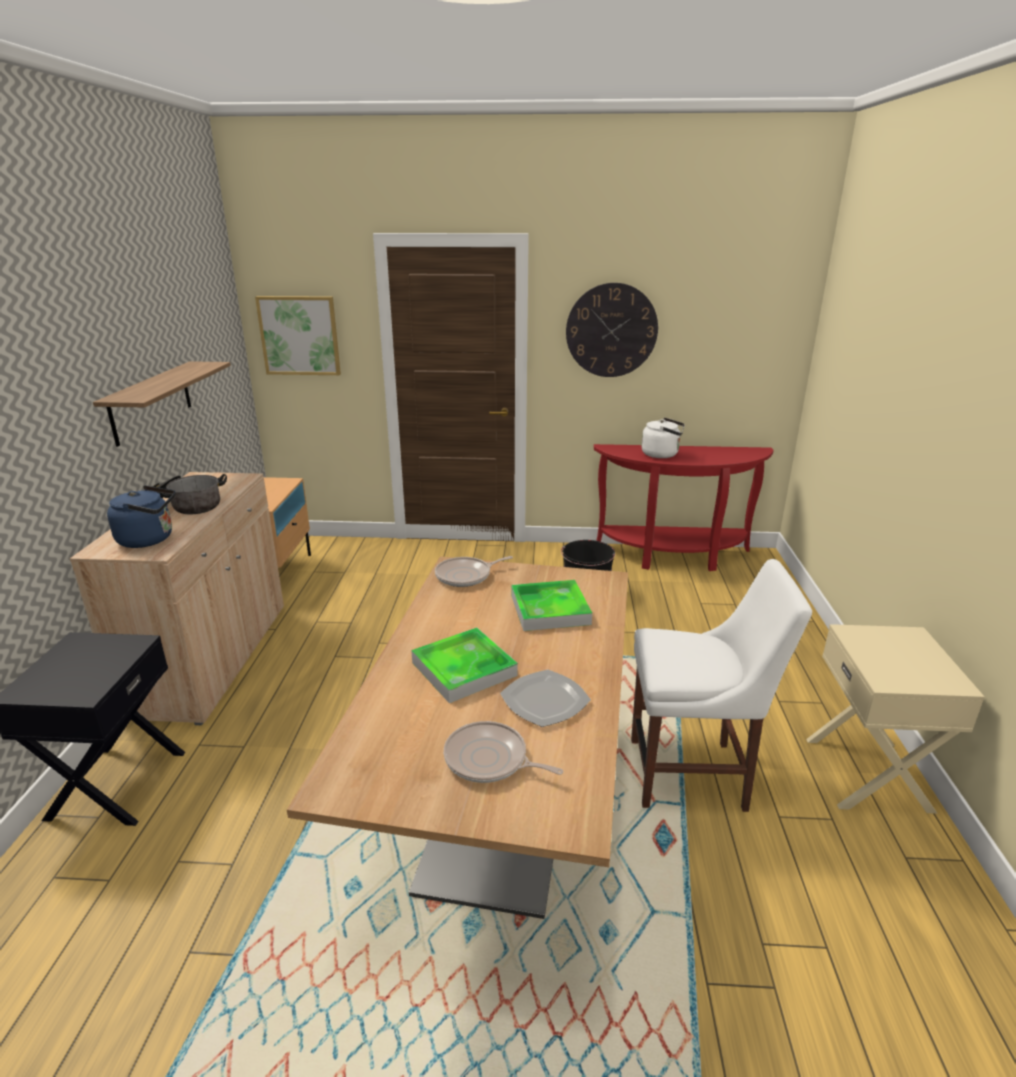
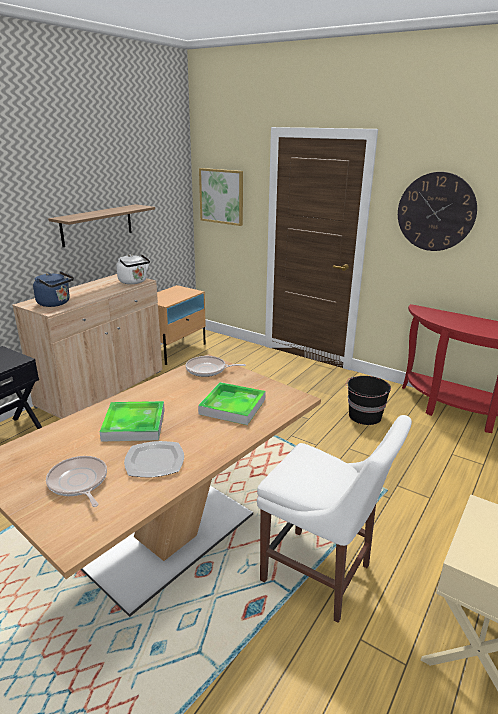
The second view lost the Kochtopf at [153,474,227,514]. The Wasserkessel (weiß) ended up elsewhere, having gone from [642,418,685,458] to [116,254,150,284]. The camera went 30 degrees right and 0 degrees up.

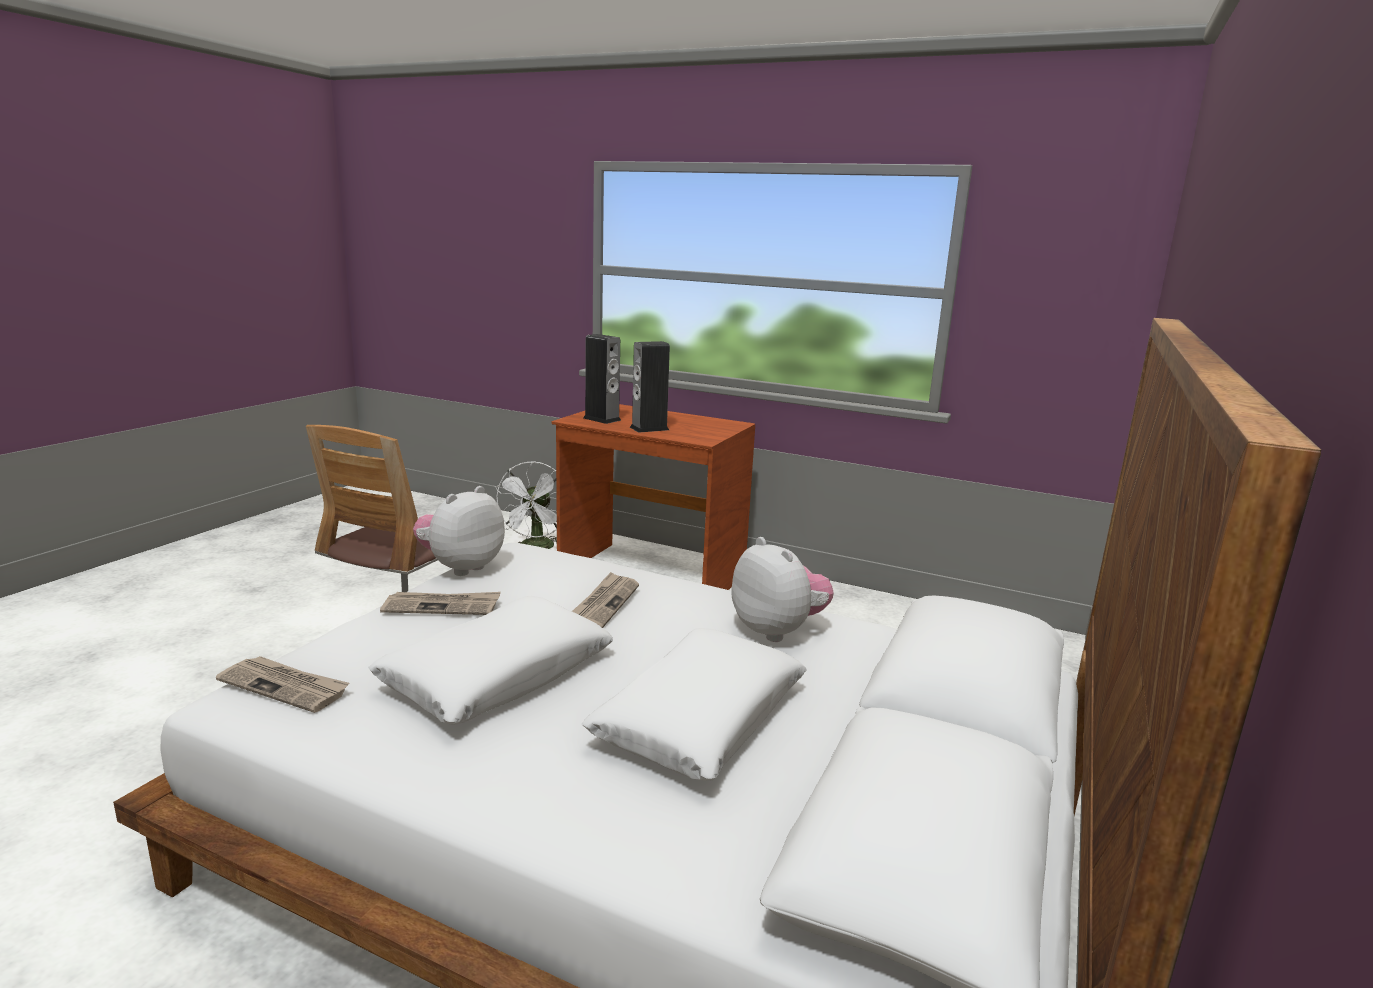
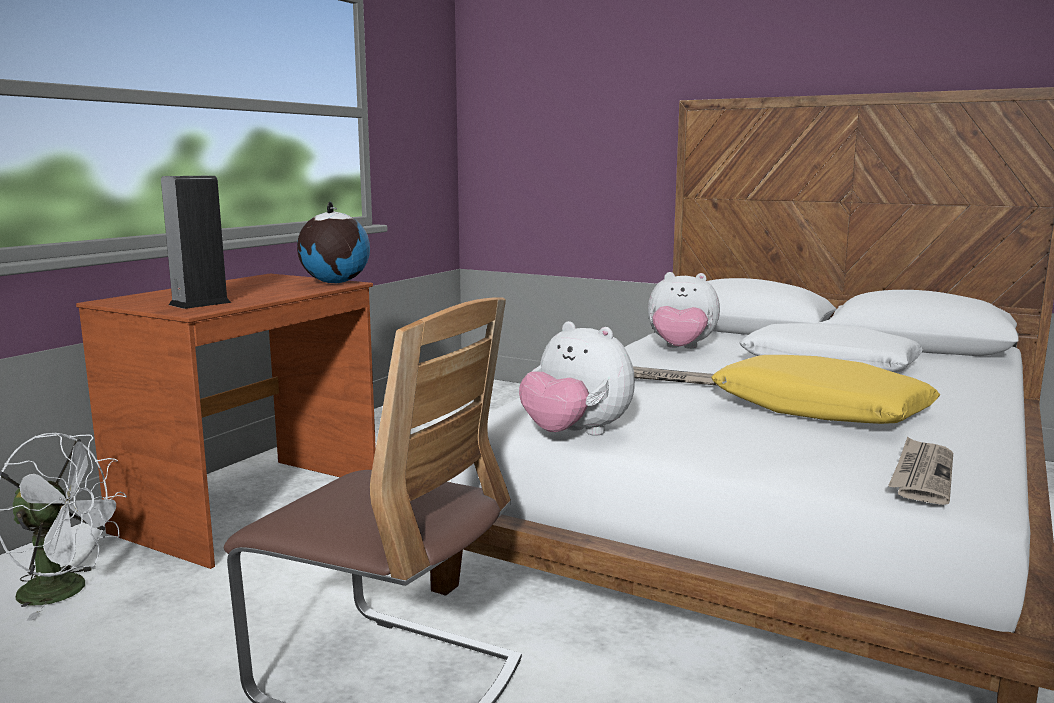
The second view lost the Zeitung at [380,592,501,615]. The second view lost the Lautsprecher at [630,341,670,433]. The second view gained the Globus at [297,202,370,283]. What was the Kissen (weiß) at [368,596,613,725] turned into the Kissen (gelb) at [711,355,940,424]. The Plüschtier at [731,537,834,642] ended up facing another way, 135 degrees counterclockwise from before. The camera went 85 degrees left and 5 degrees down.

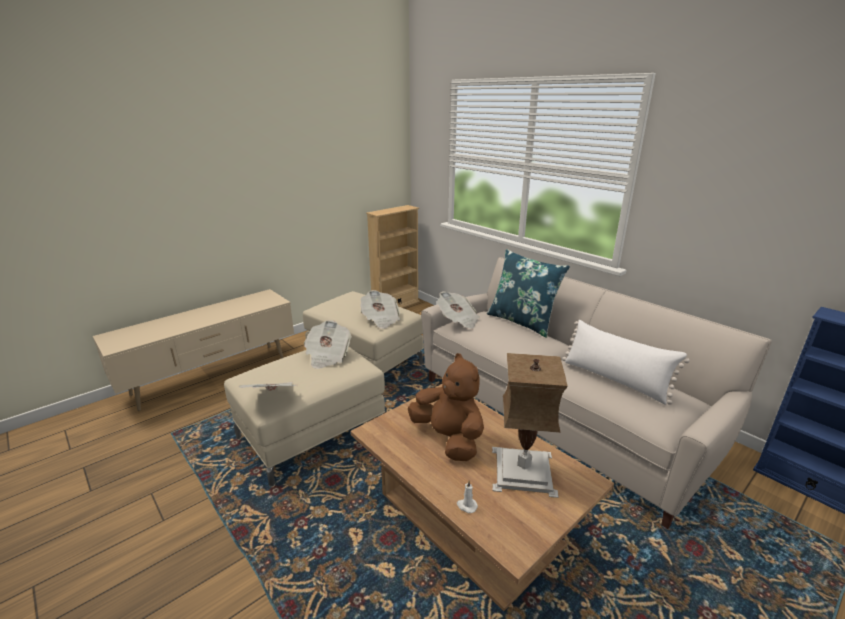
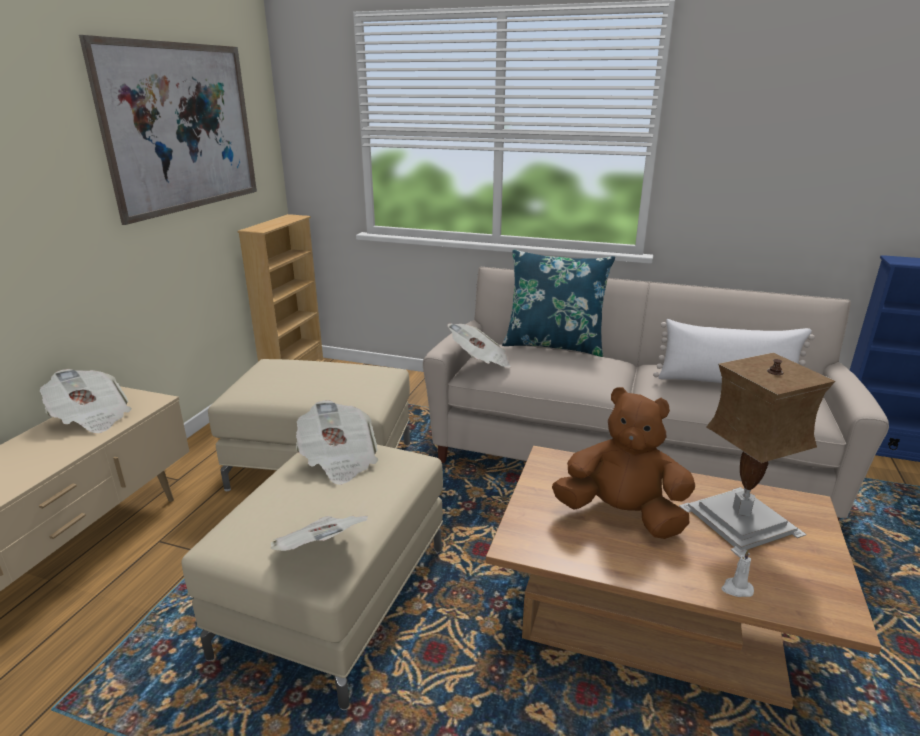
The second view gained the Bild at [79,35,257,225]. The Zeitung ended up elsewhere, having gone from [360,290,400,329] to [40,369,132,433]. The camera went 30 degrees left and 0 degrees up.

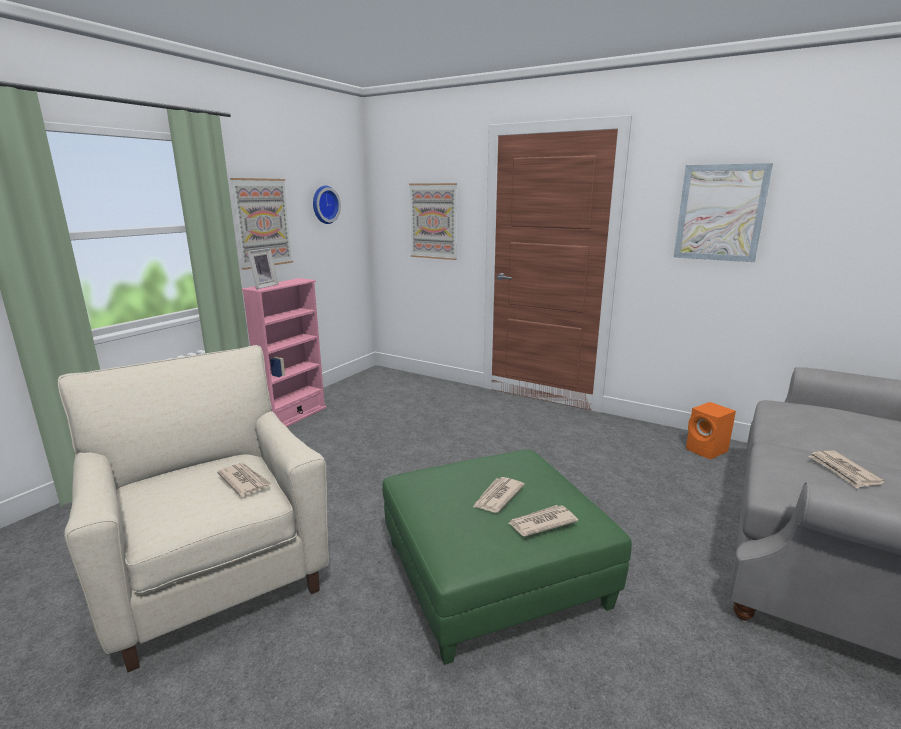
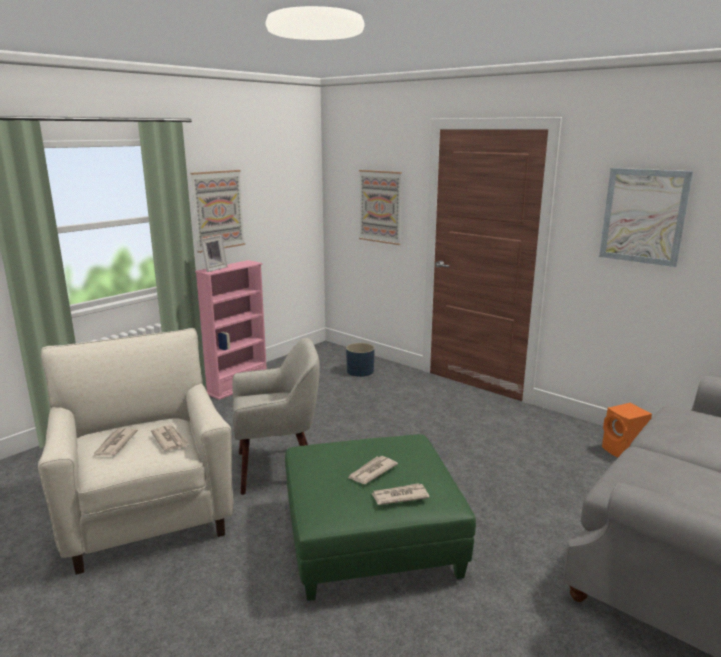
The second view lost the Wanduhr at [313,186,341,224]. The second view gained the Sessel (beige) at [232,338,320,495]. The second view gained the Pflanzkübel (blau) at [346,343,375,377]. The Zeitung ended up elsewhere, having gone from [809,451,885,488] to [93,428,138,457]. The camera went 10 degrees right and 0 degrees up.

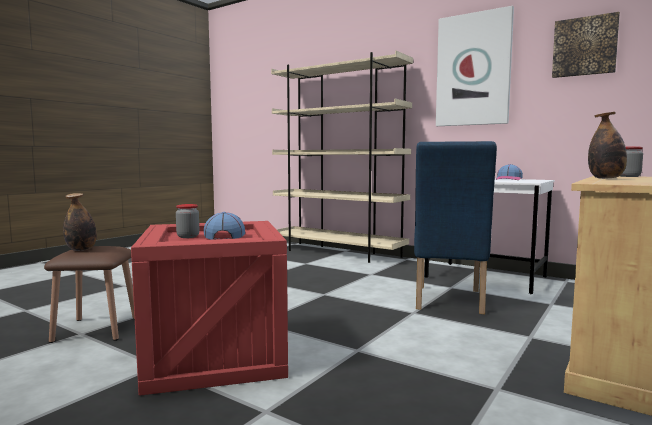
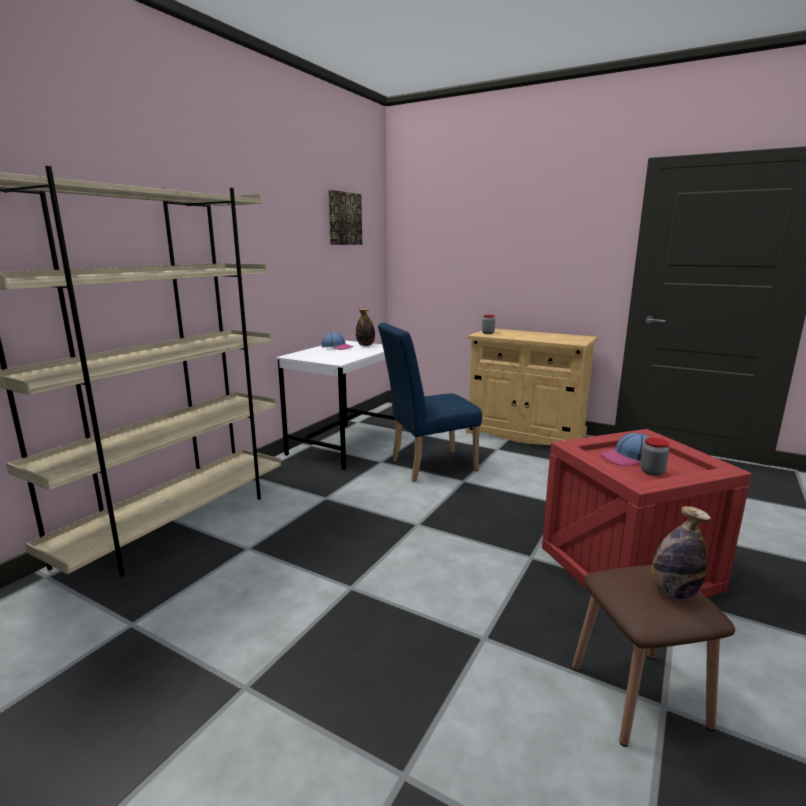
The second view lost the Bild at [436,6,514,126]. The Flasche ended up elsewhere, having gone from [588,112,627,179] to [356,307,375,346]. The Stuhl (blau) at [414,141,497,314] ended up facing another way, 150 degrees clockwise from before. The camera went 95 degrees left and 10 degrees up.

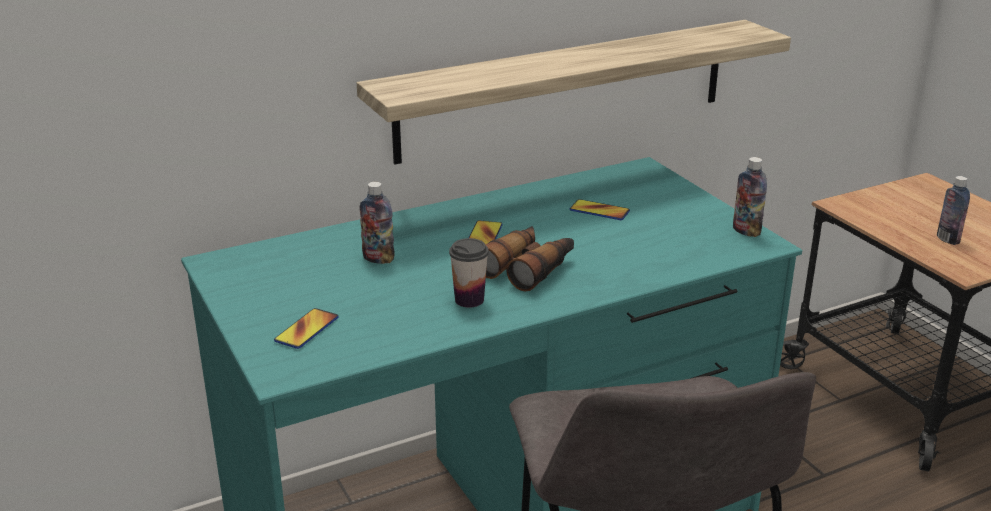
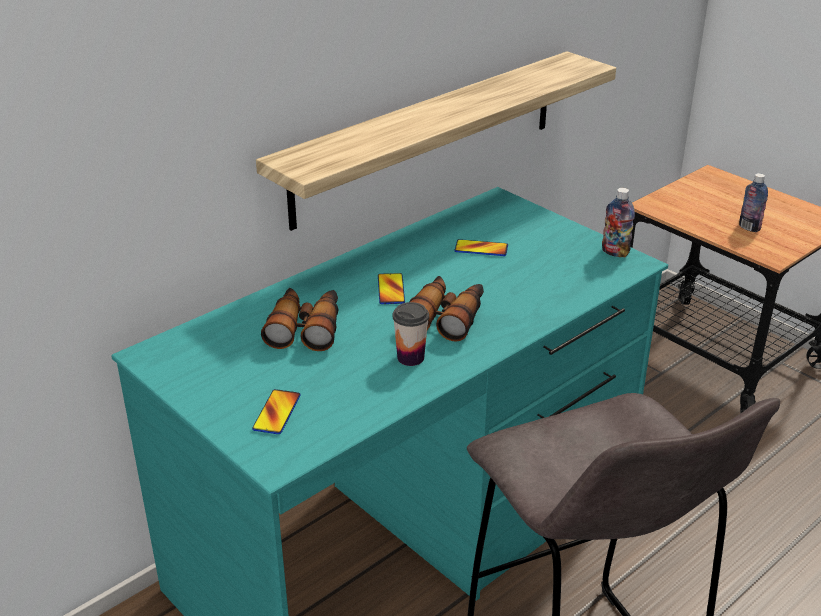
Where the Flasche stood at [360,182,395,264], the Fernglas came to stand at [261,288,339,351]. The camera went 15 degrees left and 5 degrees up.

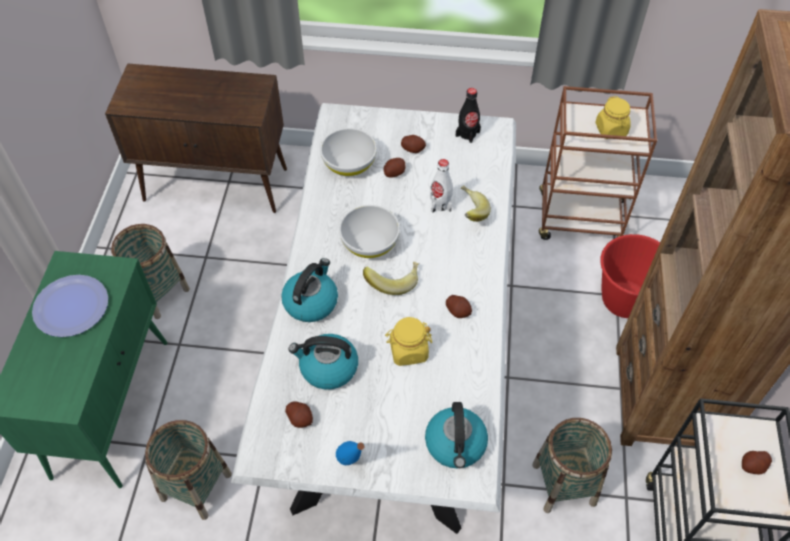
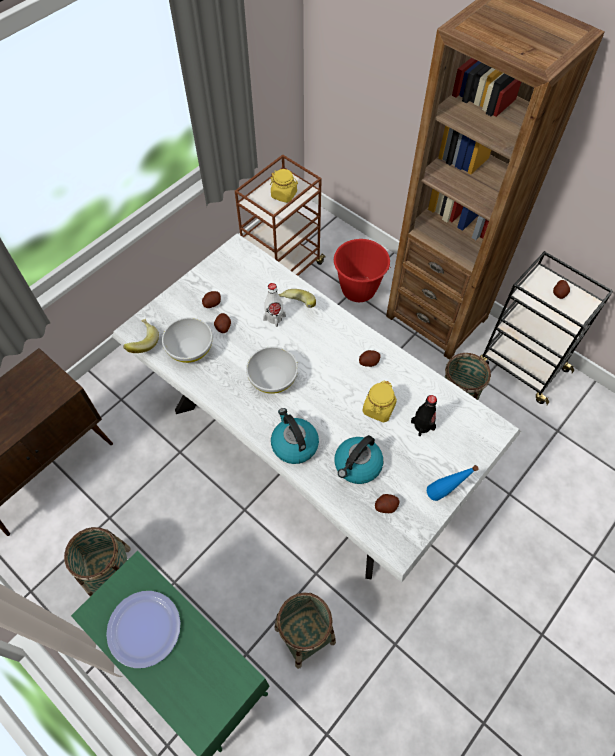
The second view lost the Wasserkessel at [425,402,488,469]. The Banane ended up elsewhere, having gone from [363,262,419,295] to [123,319,159,353]. The Flasche (schwarz) ended up elsewhere, having gone from [456,88,481,143] to [411,395,437,436]. The camera went 55 degrees left and 5 degrees up.

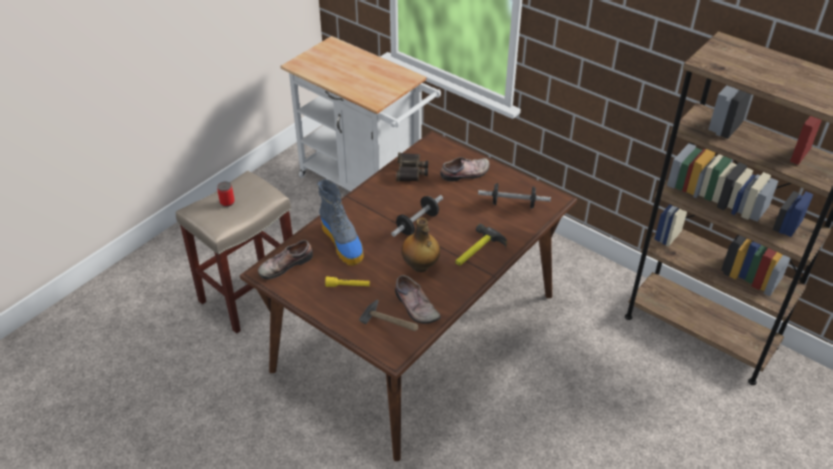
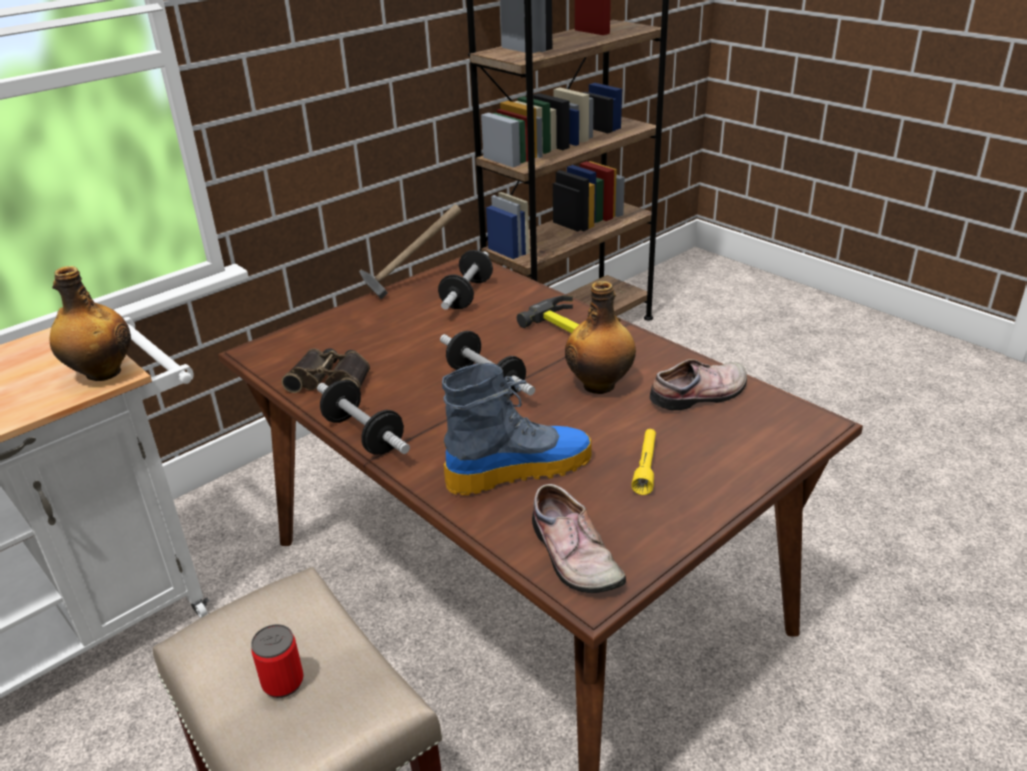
The second view lost the Schuh at [440,157,489,182]. The second view gained the Flasche at [49,266,131,381]. The second view gained the Hantel at [317,380,410,454]. The Hammer ended up elsewhere, having gone from [359,300,418,331] to [359,204,461,299]. The camera went 80 degrees left and 10 degrees down.

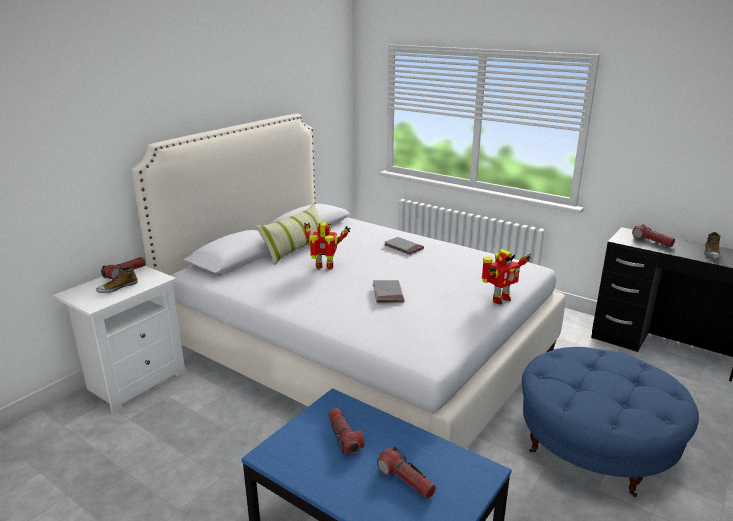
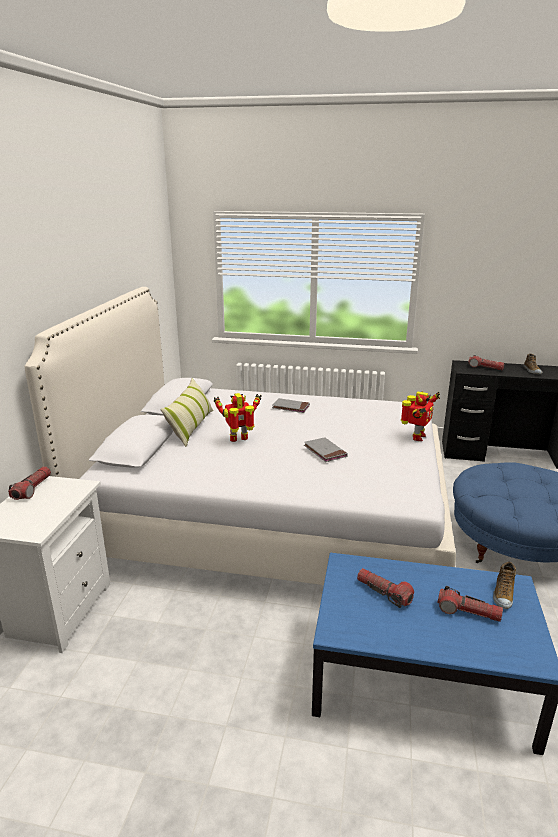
The Schuh ended up elsewhere, having gone from [96,266,138,293] to [493,562,516,609]. The camera went 25 degrees left and 0 degrees up.

